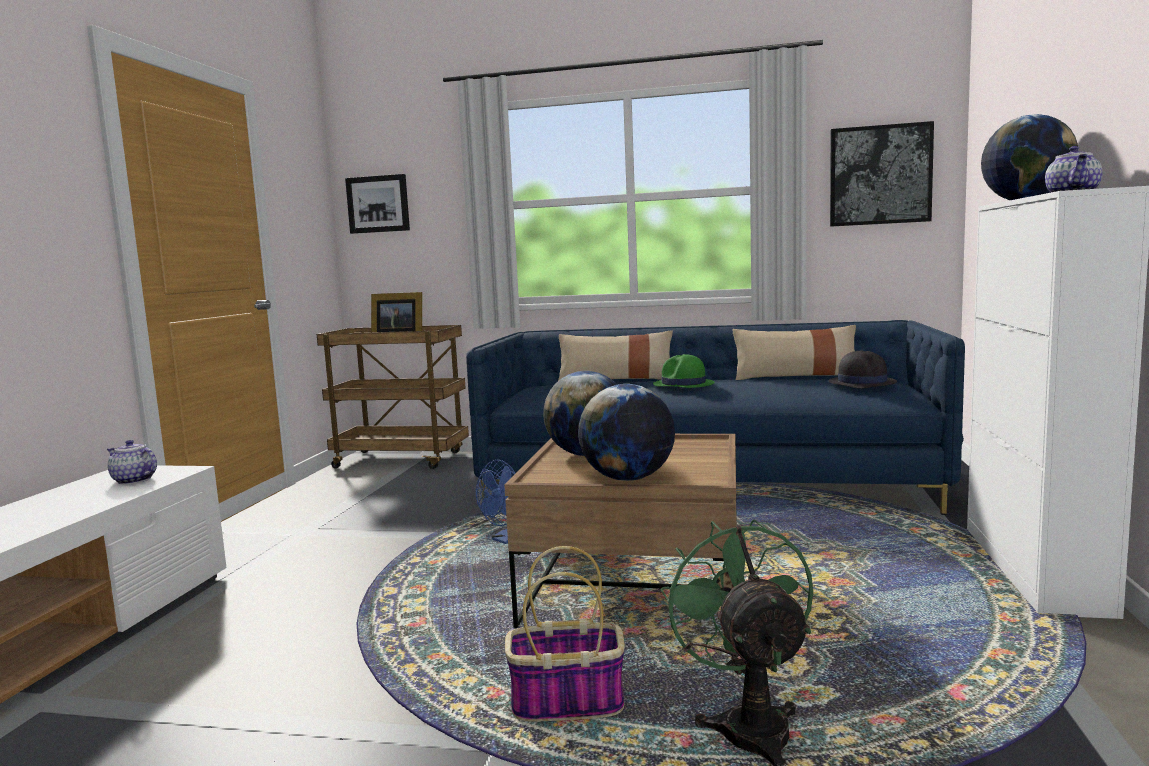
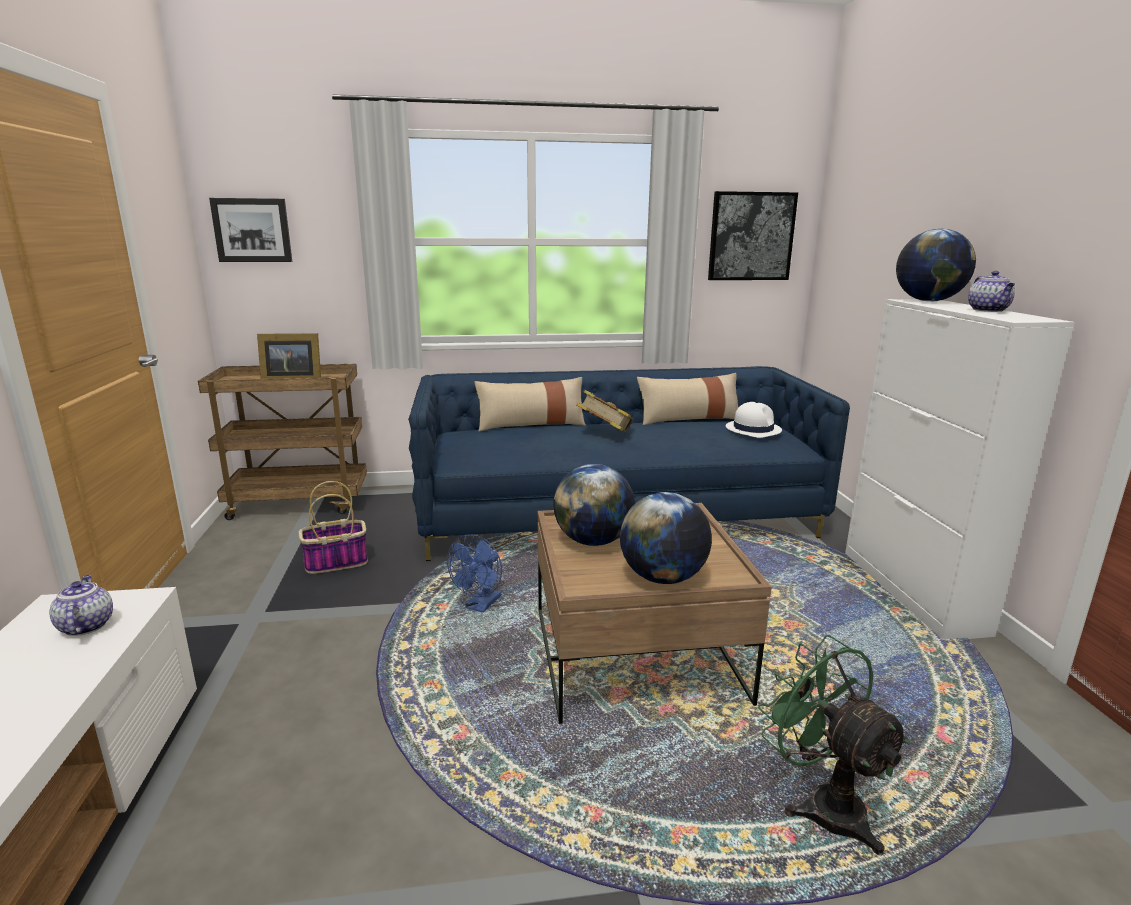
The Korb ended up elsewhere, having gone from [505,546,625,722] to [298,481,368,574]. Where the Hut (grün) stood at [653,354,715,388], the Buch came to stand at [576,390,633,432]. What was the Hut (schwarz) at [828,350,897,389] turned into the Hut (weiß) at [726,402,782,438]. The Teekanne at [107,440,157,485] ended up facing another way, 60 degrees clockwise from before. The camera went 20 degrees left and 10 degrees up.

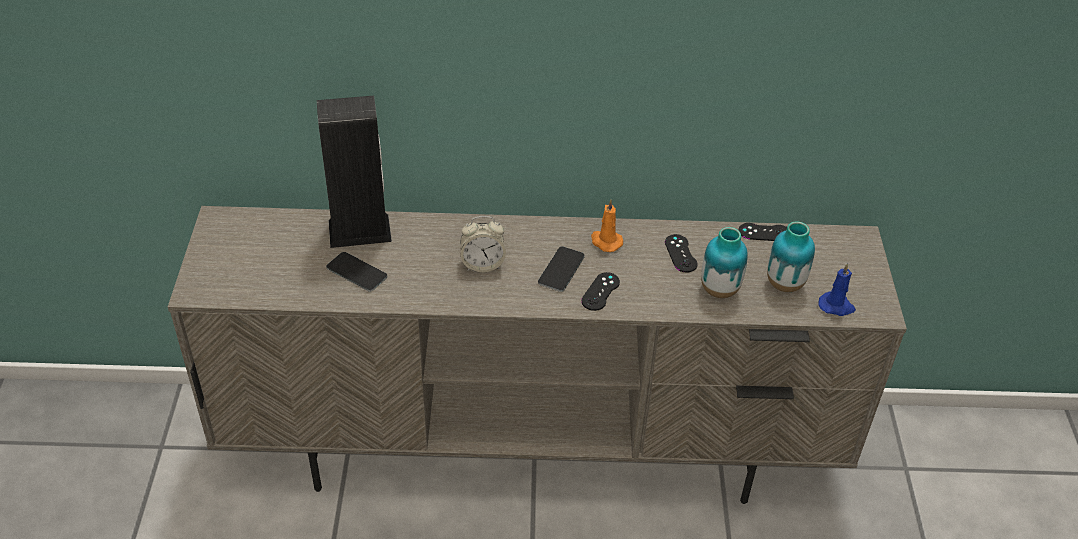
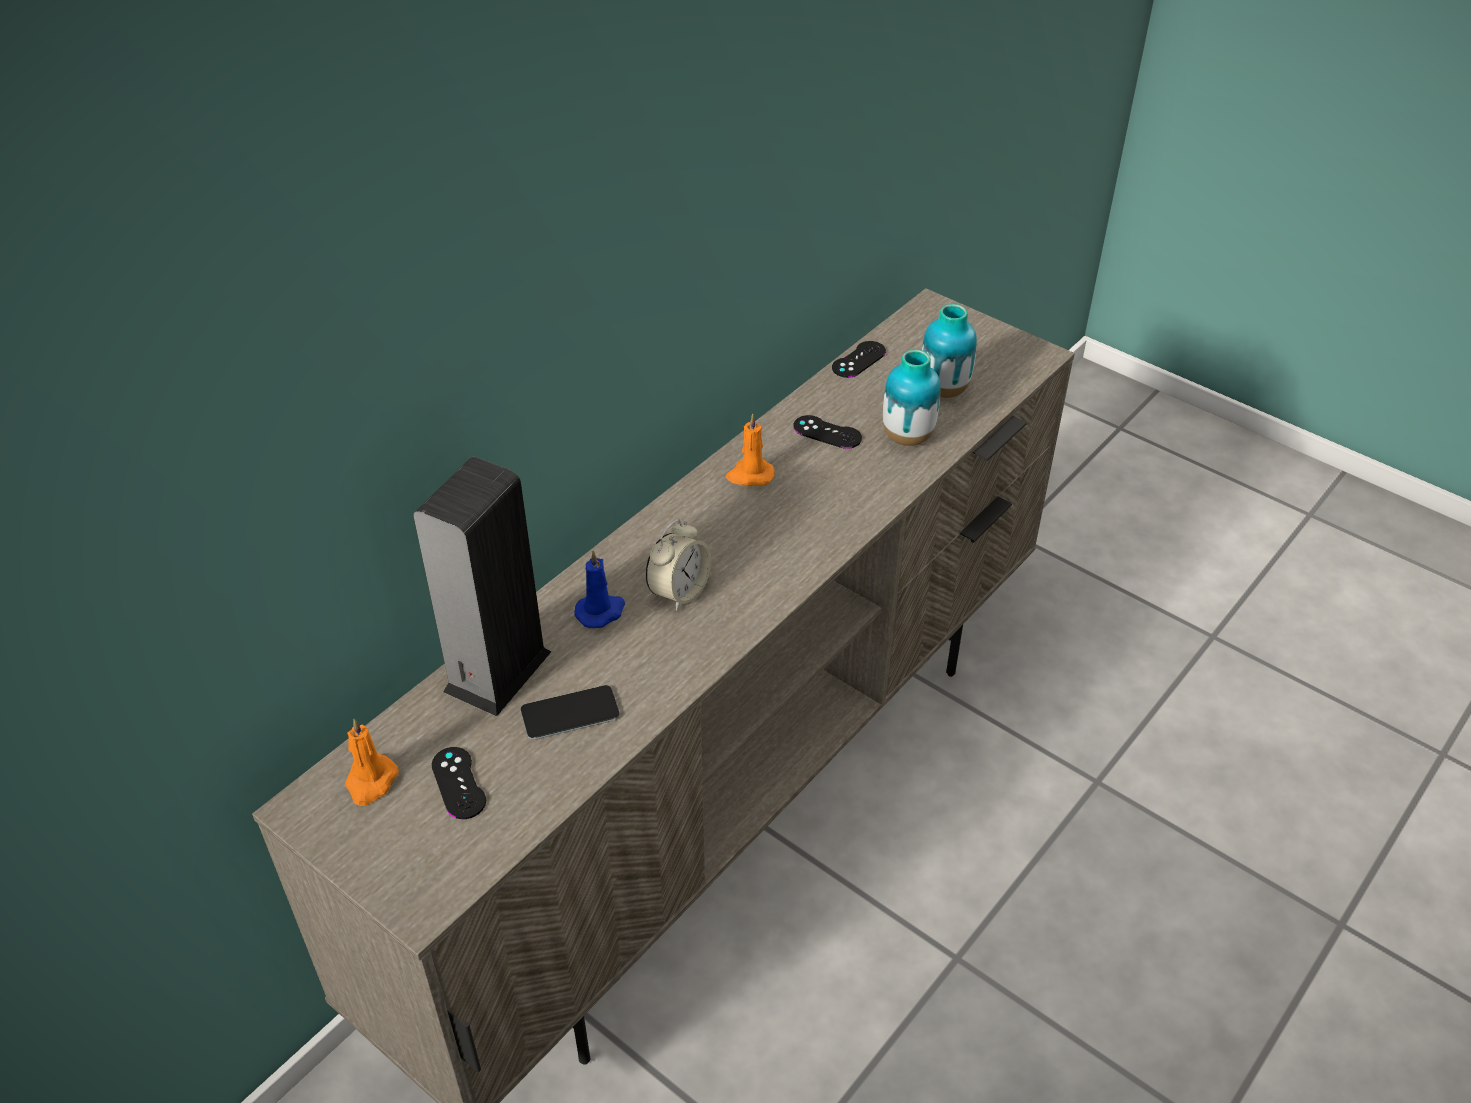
The second view lost the Handy at [538,247,585,292]. The second view gained the Kerze (orange) at [345,719,399,806]. The Gamepad (schwarz) ended up elsewhere, having gone from [581,272,620,311] to [431,747,486,819]. The Kerze (blau) ended up elsewhere, having gone from [819,263,856,316] to [574,550,625,628]. The camera went 50 degrees left and 0 degrees up.

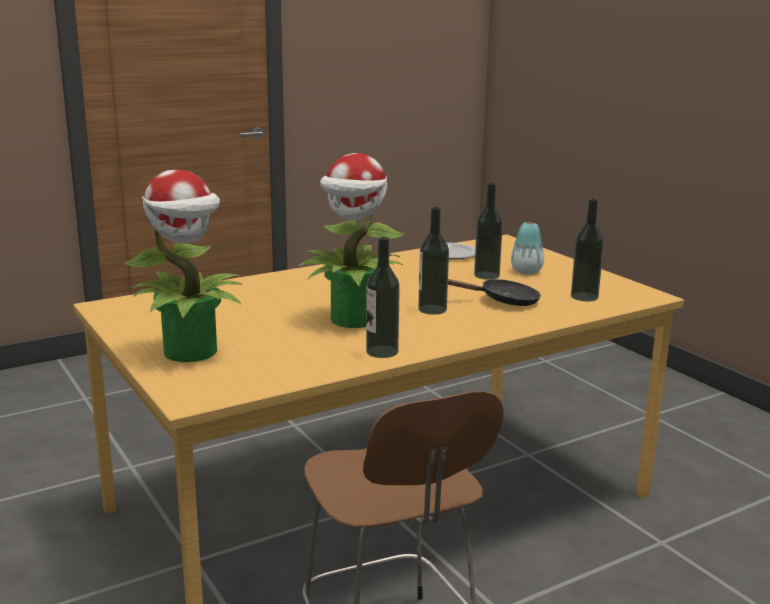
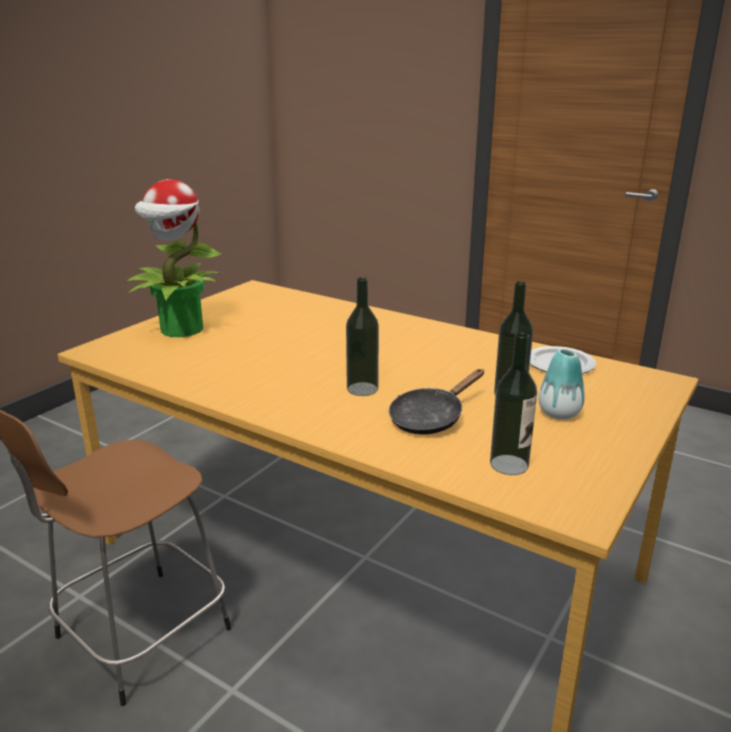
The second view lost the Topfpflanze at [298,153,405,328]. The second view lost the Flasche at [366,237,400,358]. The Pfanne (schwarz) at [448,279,541,306] ended up facing another way, 75 degrees clockwise from before. The camera went 65 degrees right and 5 degrees up.

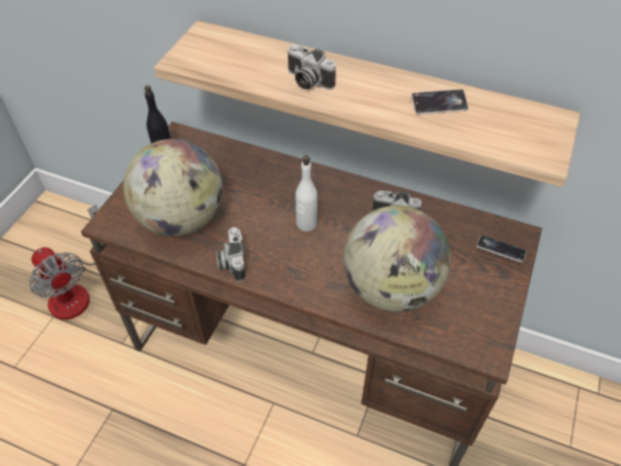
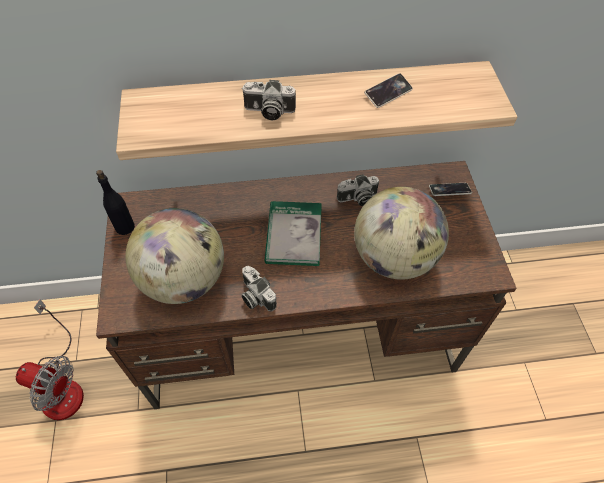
Where the Flasche (weiß) stood at [295,155,318,231], the Buch came to stand at [264,201,322,266]. The camera went 30 degrees left and 5 degrees up.

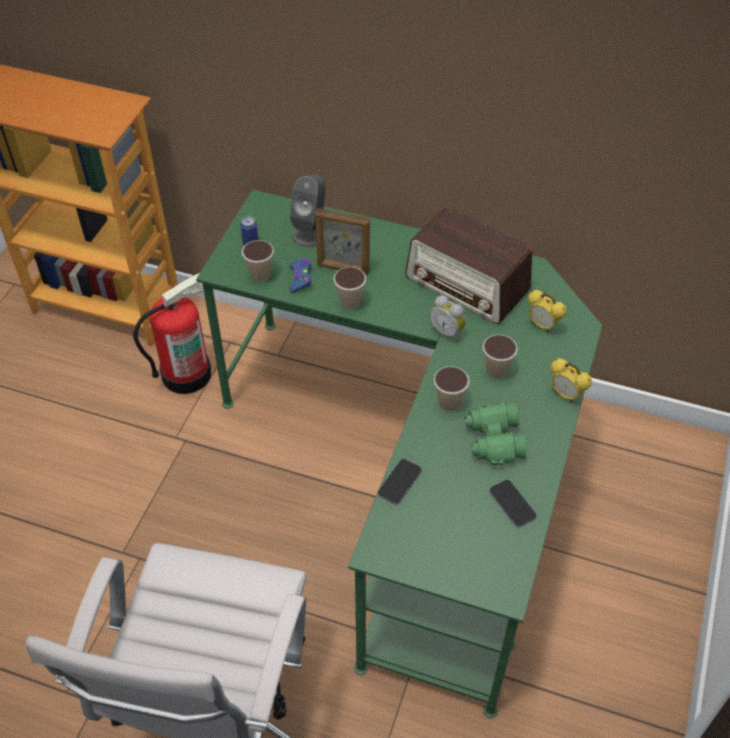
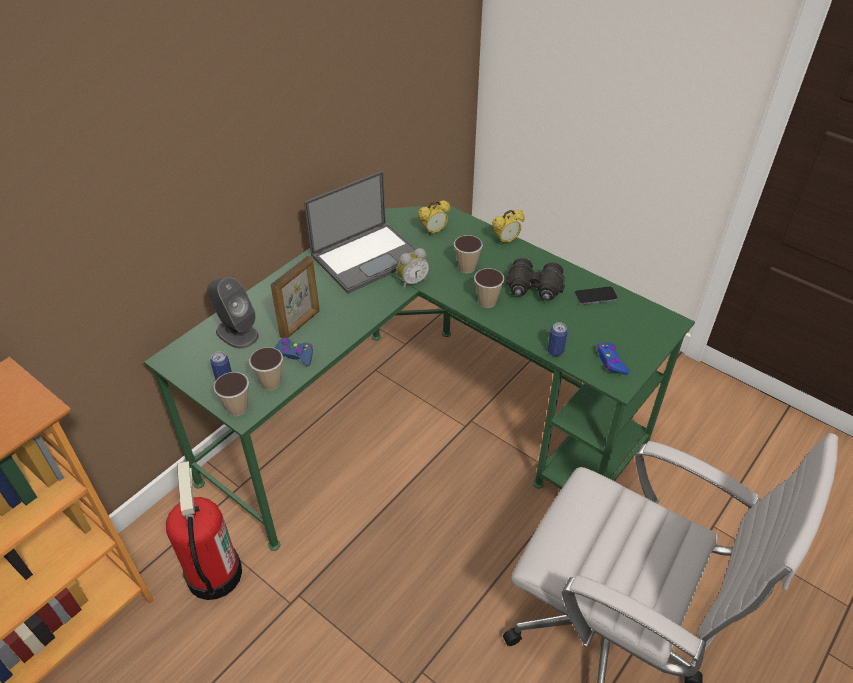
The second view gained the Gamepad (blau) at [597,342,629,375]. The Tasse ended up elsewhere, having gone from [334,267,366,309] to [214,372,249,416]. Where the Handy stood at [378,459,422,505], the Dose came to stand at [548,322,568,357]. Where the Radio stood at [405,207,532,324], the Laptop came to stand at [304,171,416,294]. What was the Fernglas (grün) at [465,402,526,465] turned into the Fernglas (schwarz) at [506,258,565,301]. The camera went 70 degrees left and 5 degrees down.

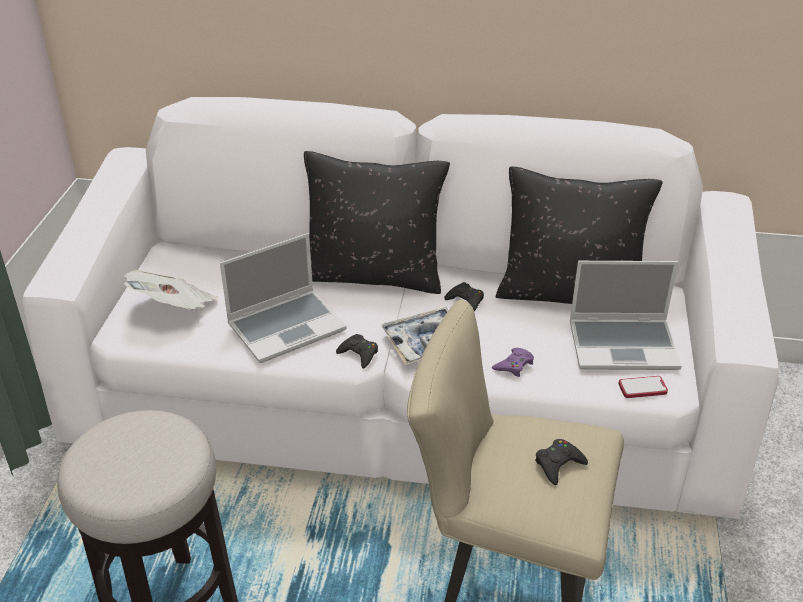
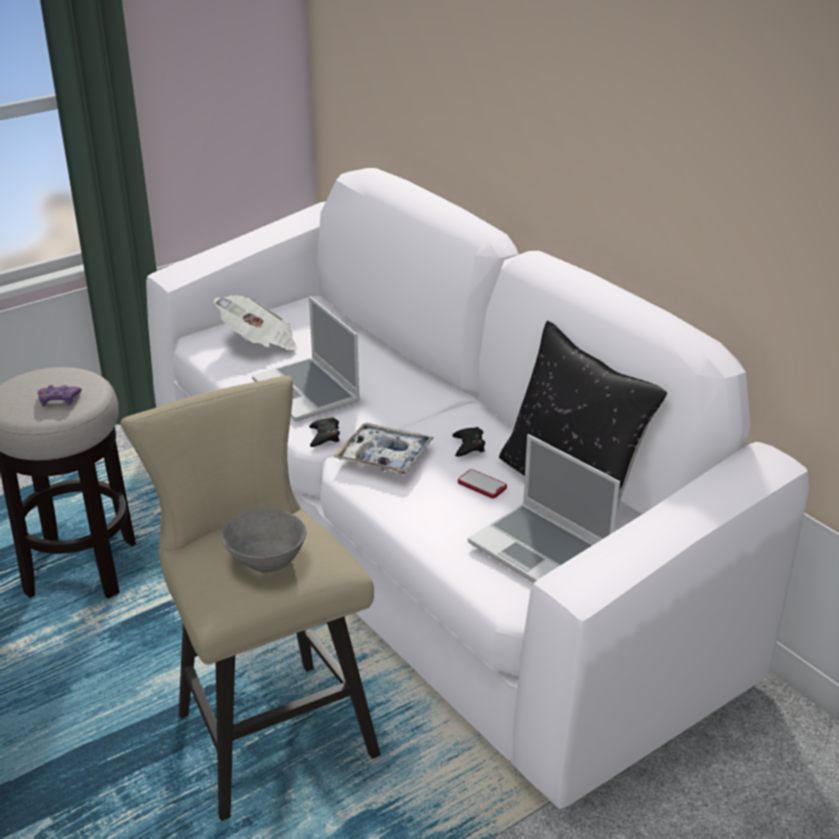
The second view lost the Kissen (schwarz) at [304,151,450,294]. The Gamepad (lila) ended up elsewhere, having gone from [492,348,534,377] to [38,385,82,407]. The Handy ended up elsewhere, having gone from [618,376,668,398] to [458,469,507,499]. Where the Gamepad (schwarz) stood at [535,439,588,485], the Schüssel (grau) came to stand at [222,509,307,573]. The Laptop at [220,233,347,363] ended up facing another way, 45 degrees clockwise from before. The camera went 45 degrees right and 5 degrees down.

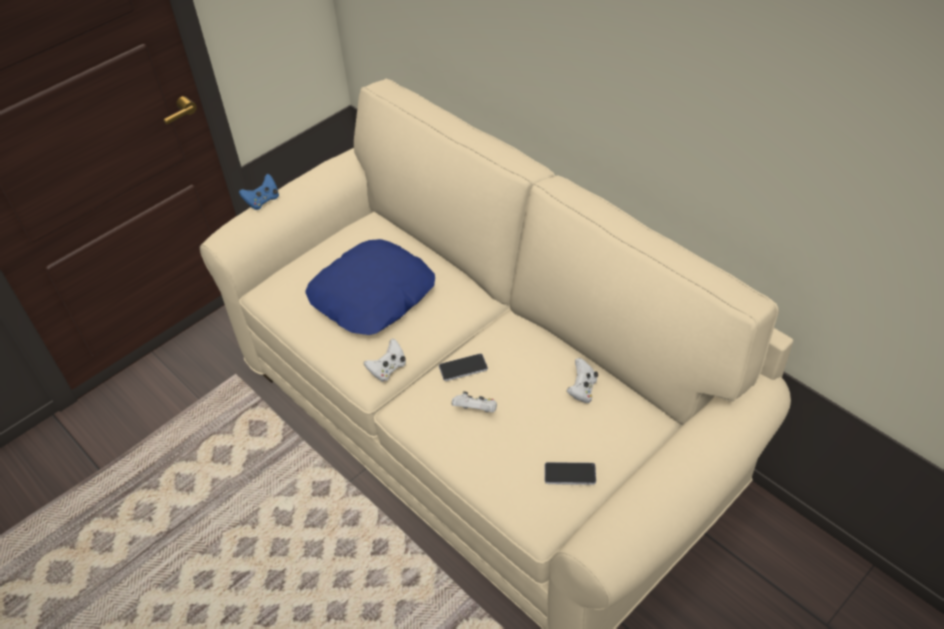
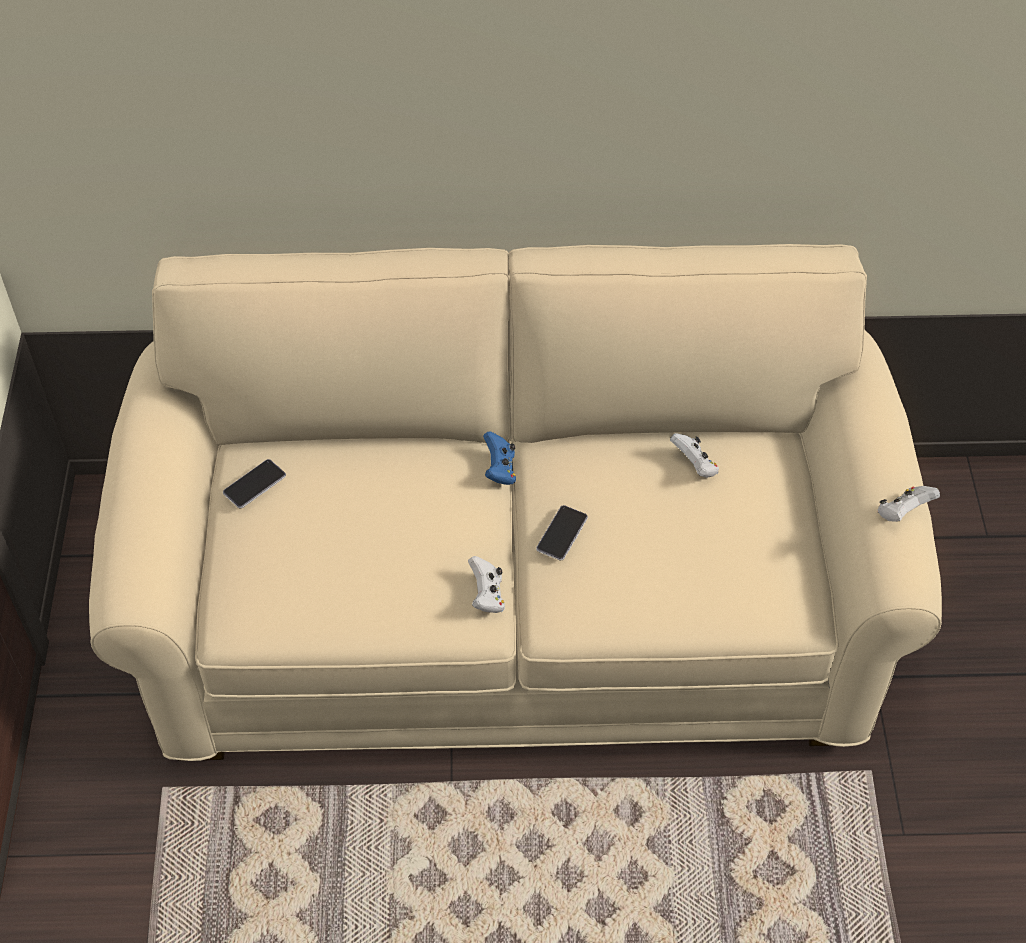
The second view lost the Kissen (blau) at [306,239,435,335]. The Gamepad (blau) ended up elsewhere, having gone from [239,174,279,210] to [483,431,516,485]. The Gamepad (weiß) ended up elsewhere, having gone from [452,391,497,412] to [878,486,940,522]. The Handy ended up elsewhere, having gone from [544,462,596,485] to [223,459,286,508]. The camera went 50 degrees left and 5 degrees up.

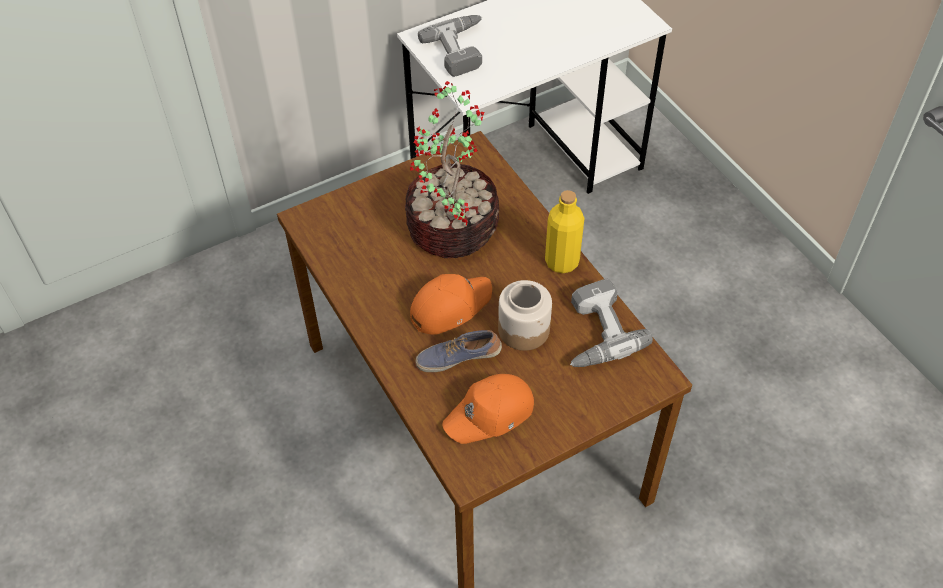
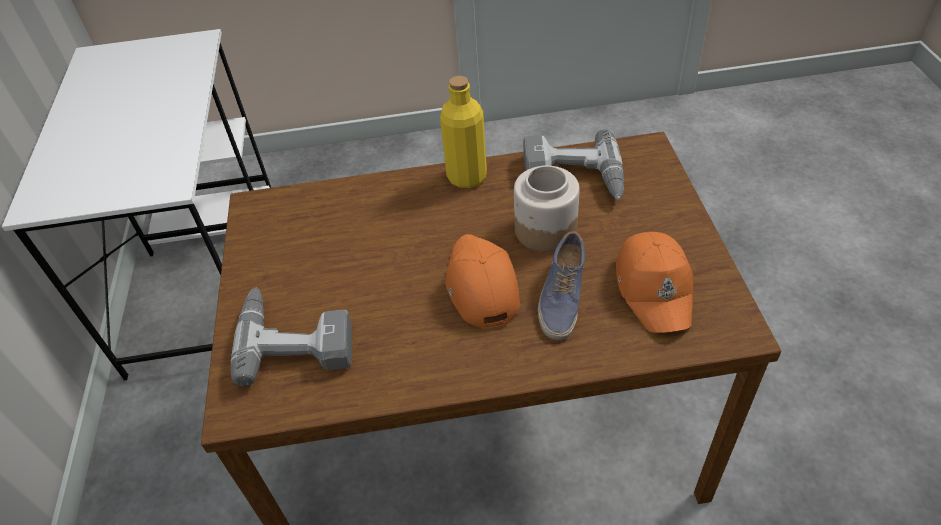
The second view lost the Topfpflanze at [405,81,499,258]. The Bohrmaschine ended up elsewhere, having gone from [418,15,482,77] to [231,288,352,386]. The camera went 65 degrees left and 5 degrees down.

